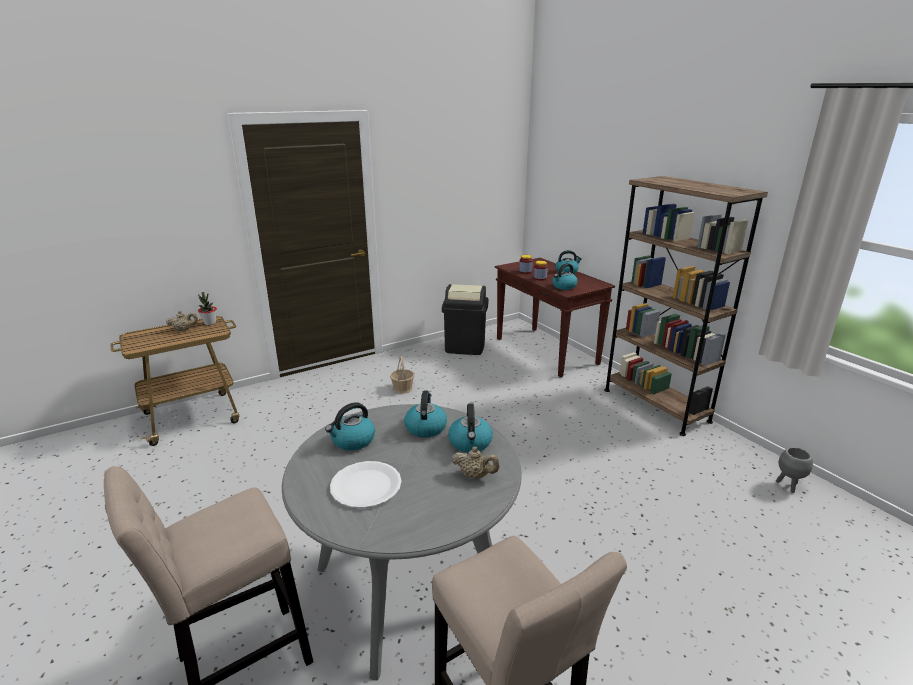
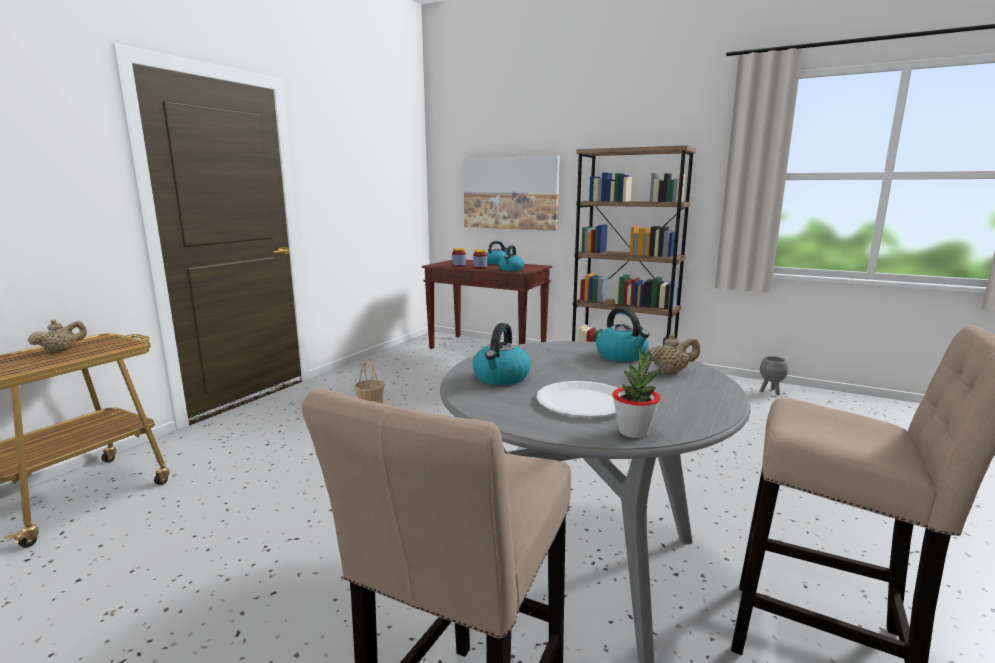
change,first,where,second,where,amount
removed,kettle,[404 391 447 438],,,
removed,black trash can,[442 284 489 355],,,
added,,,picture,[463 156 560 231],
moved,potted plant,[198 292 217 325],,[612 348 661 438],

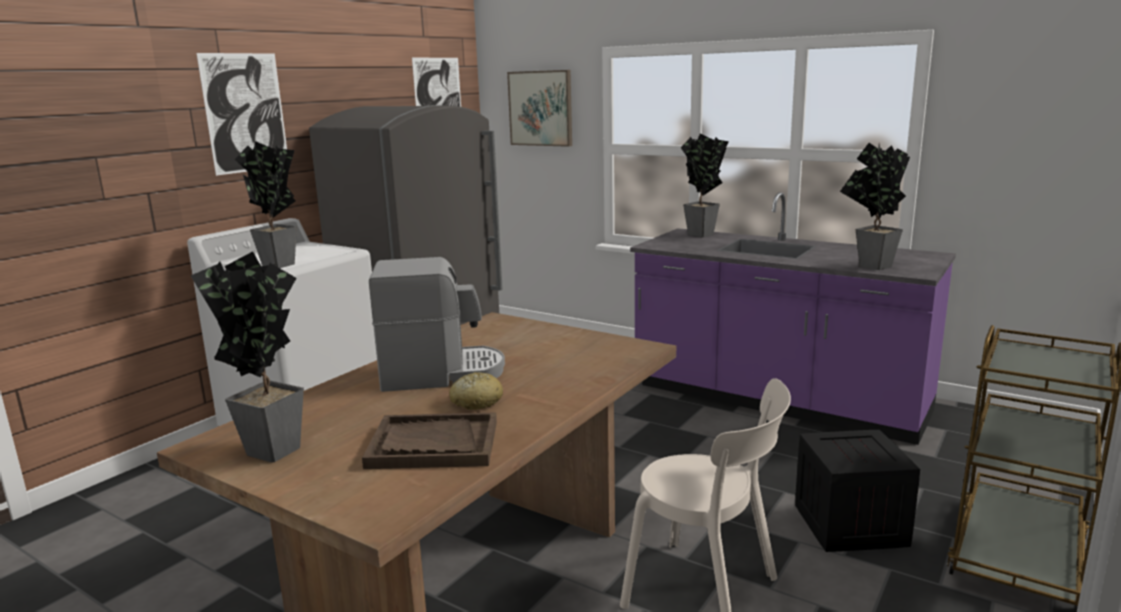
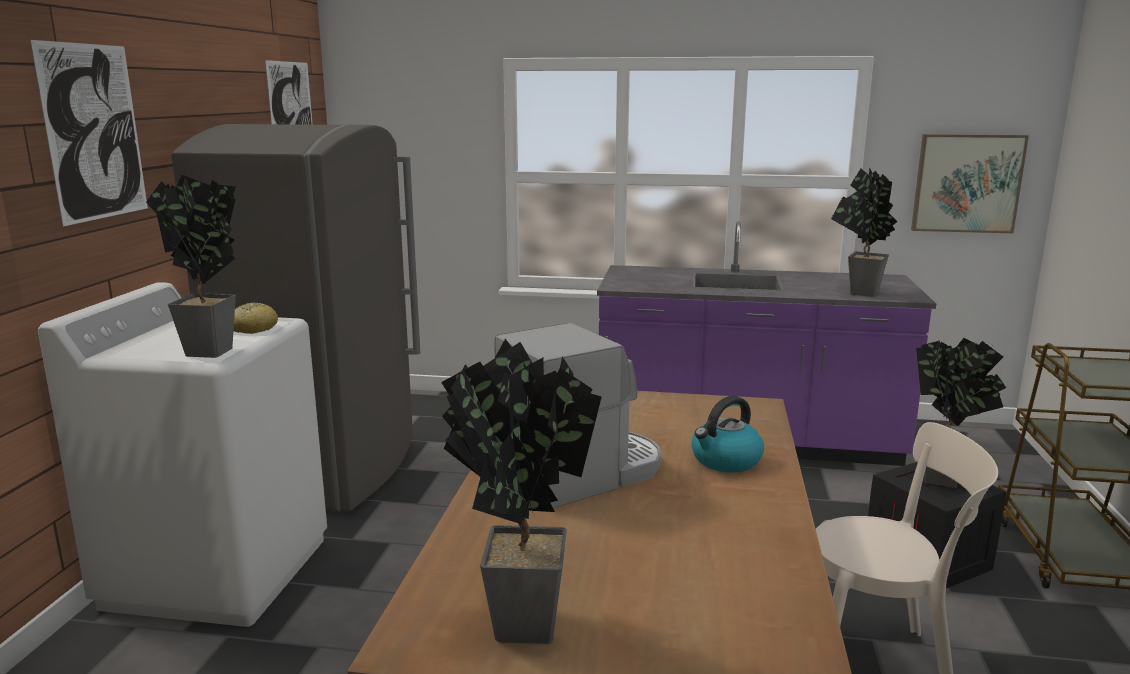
change,first,where,second,where,amount
removed,brown tray,[362 413 497 469],,,
added,,,kettle,[691 396 764 473],
moved,bread,[449 372 503 410],,[234 302 278 334],
moved,picture,[507 70 572 147],,[911 134 1029 233],
moved,potted plant,[681 134 729 237],,[916 338 1006 488],

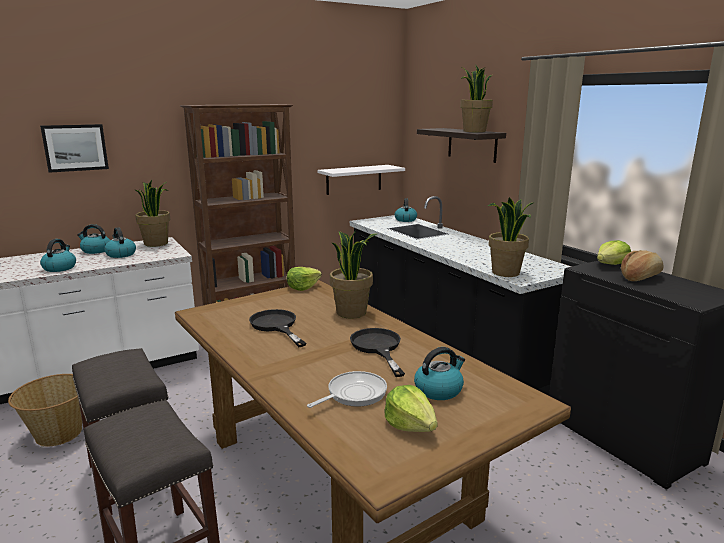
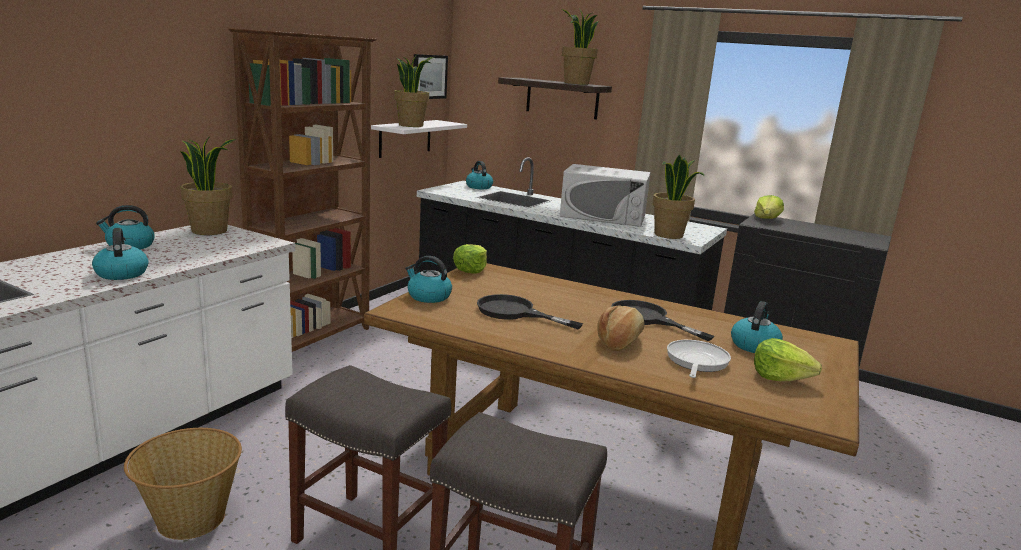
change,first,where,second,where,amount
added,,,white microwave,[560 164 651 227],
moved,picture,[40 124 109 173],,[413 54 448 99],
moved,kettle,[104 227 136 258],,[405 256 452 303],
moved,potted plant,[330 231 377 319],,[394 54 434 127],
moved,bread,[621 250 664 281],,[597 305 644 351],

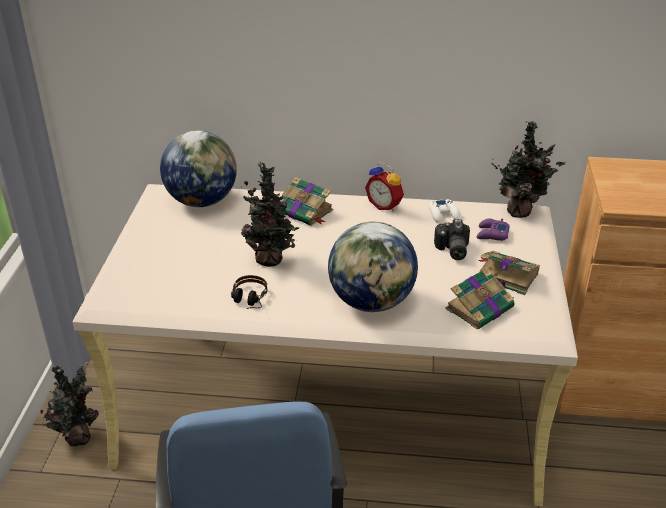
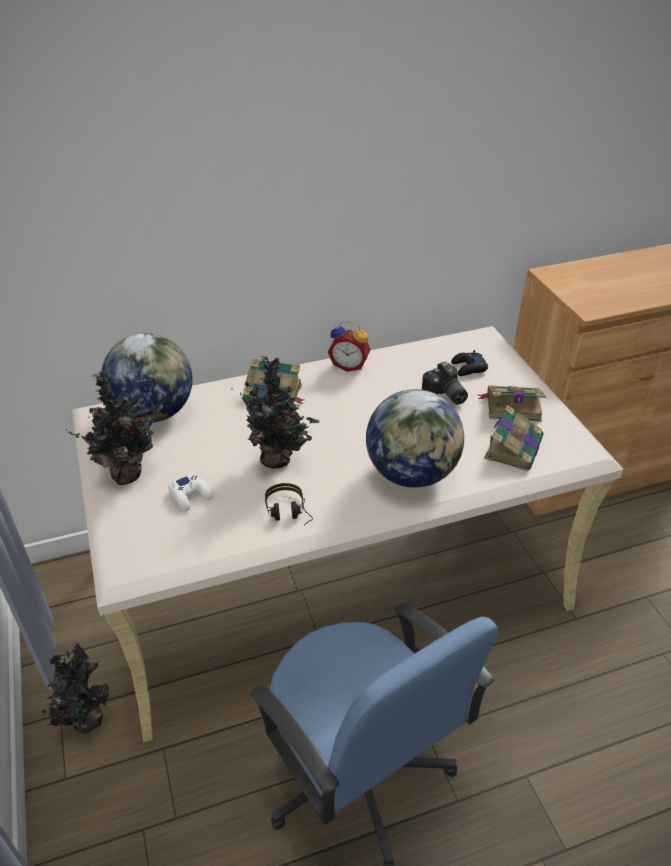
change,first,where,second,where,amount
moved,white game controller,[429 199 460 223],,[168 473 212 511],
moved,potted plant,[492 121 566 218],,[66 371 163 485],
recoloured,purple game controller,[477 219 510 241],black game controller,[451 350 488 376],

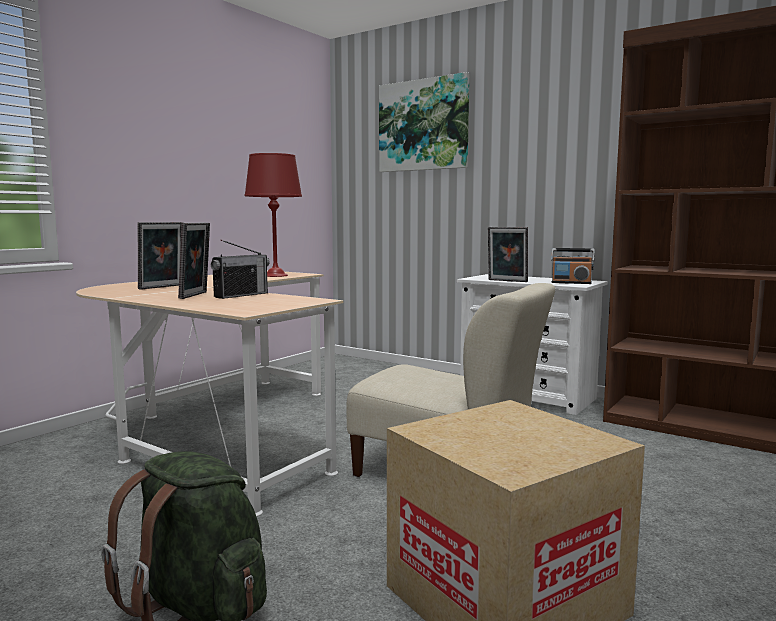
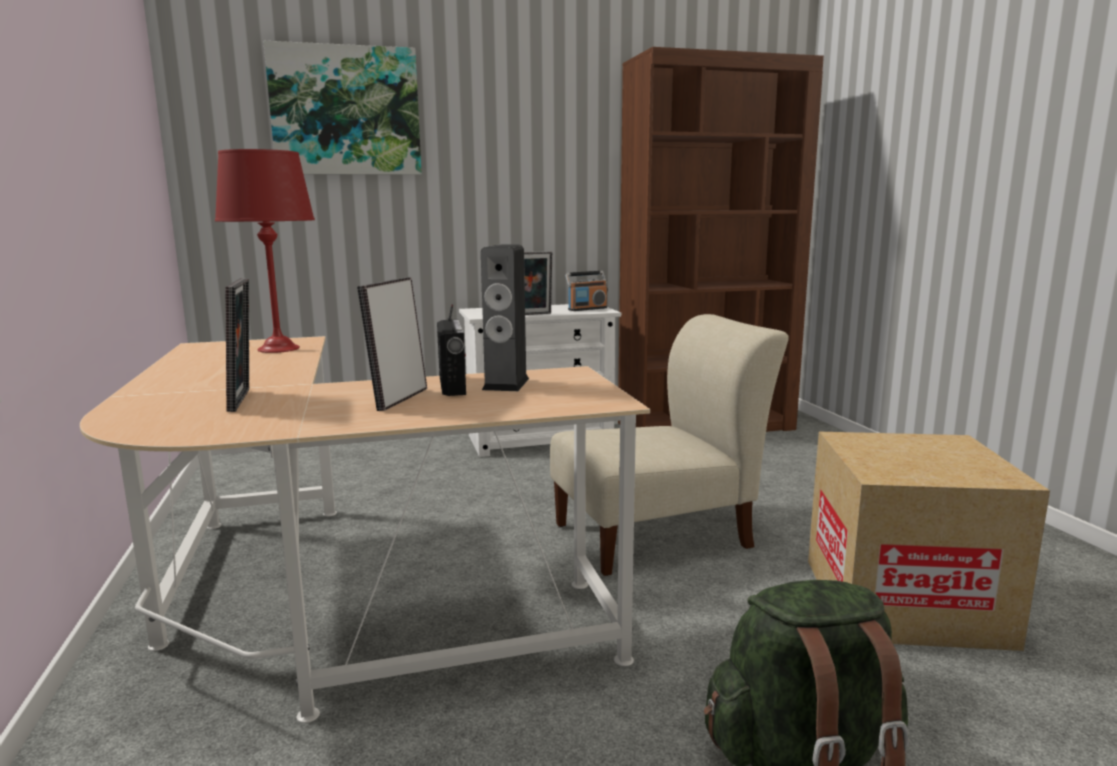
change,first,where,second,where,amount
added,,,speaker,[481 245 529 391],
turned,picture frame,[178 222 210 299],,[357 277 427 411],120 degrees counterclockwise

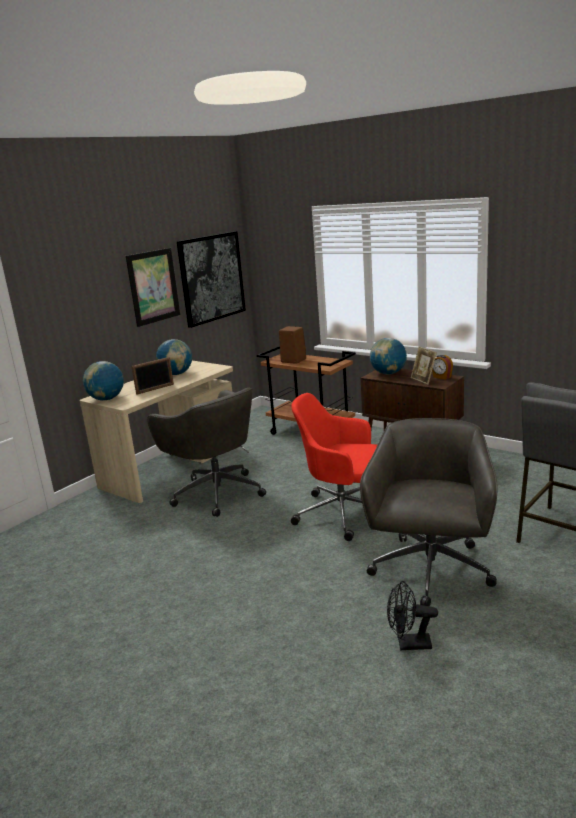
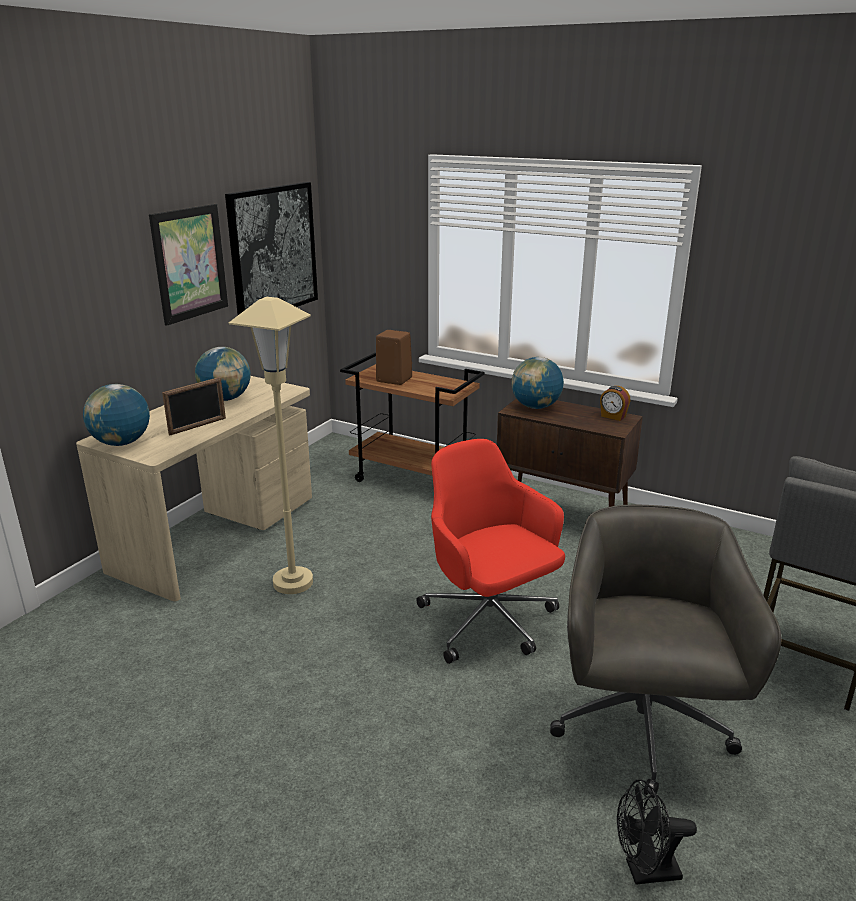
change,first,where,second,where,amount
removed,picture frame,[411 347 437 385],,,
replaced,grey office chair,[147 388 266 517],beige floor lamp,[229 297 313 594],
turned,red office chair,[291 393 377 541],,[416 439 565 664],45 degrees clockwise

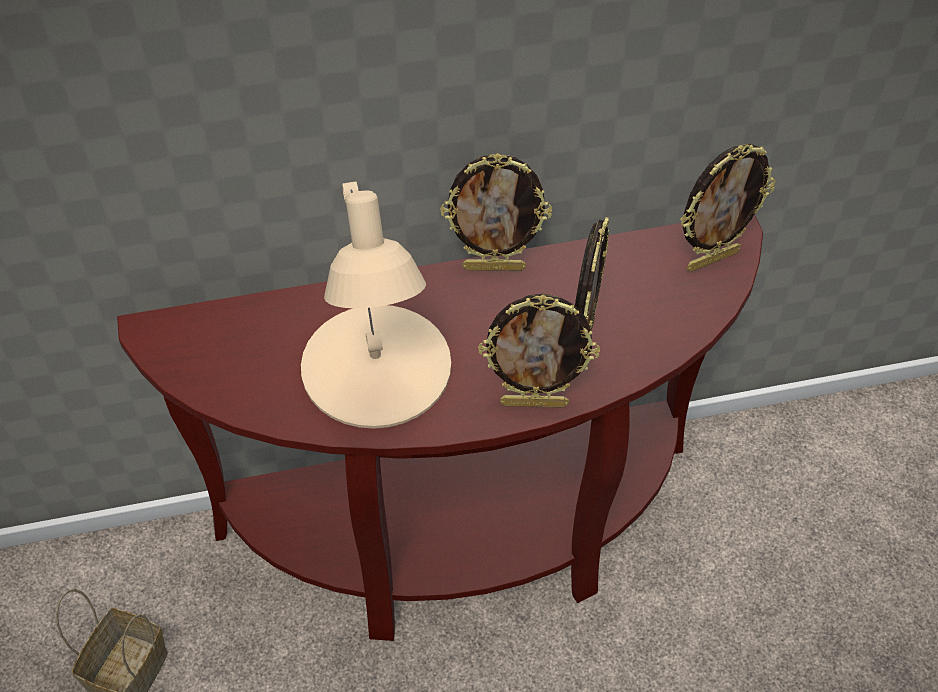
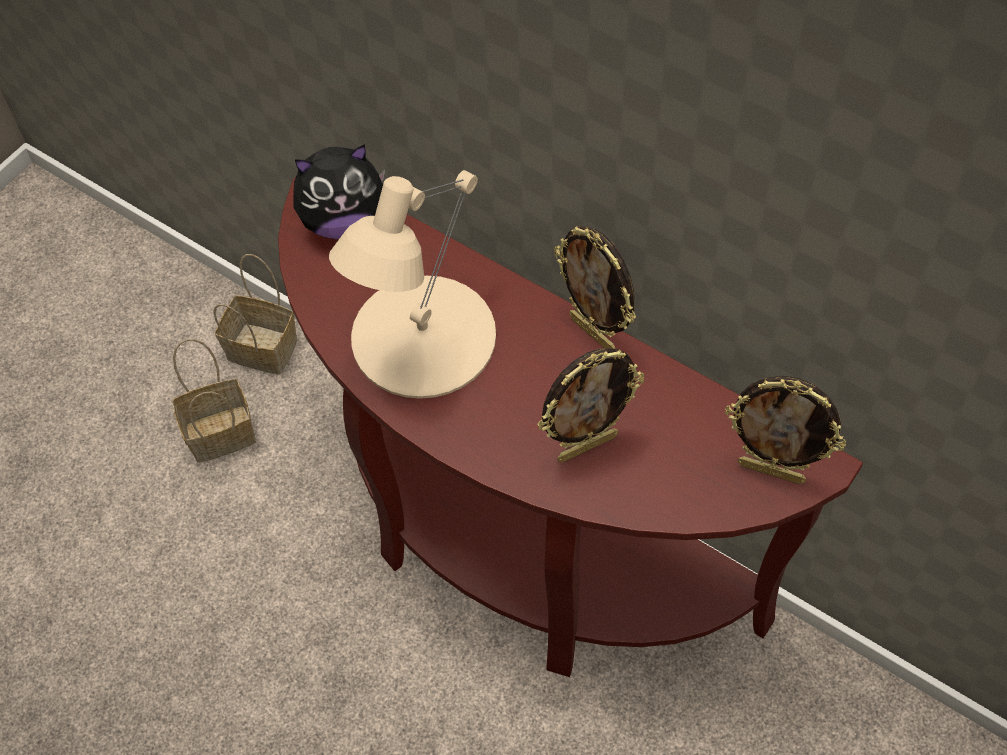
change,first,where,second,where,amount
removed,picture frame,[478 294 600 408],,,
added,,,basket,[213 254 298 374],
added,,,plush toy,[293 144 385 239],

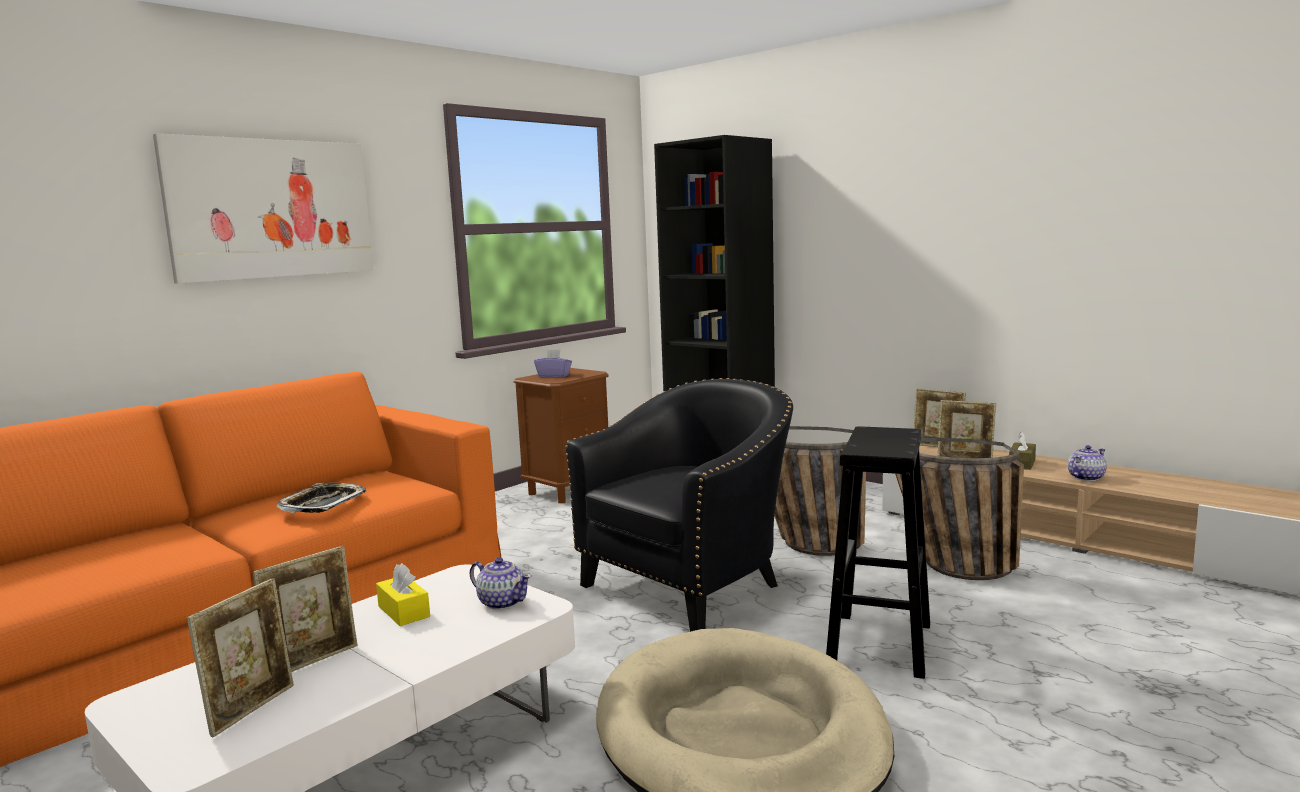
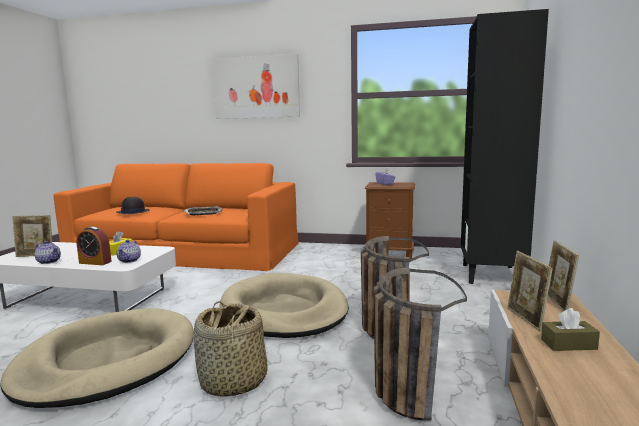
change,first,where,second,where,amount
removed,picture frame,[253 546 358 672],,,
added,,,alarm clock,[76 227 112 265],
added,,,black hat,[116 197 149 214],
moved,teapot,[1068 445 1107 481],,[35 241 61 264],
replaced,black armchair,[565 378 793 632],beige dog bed,[219 273 349 338],
replaced,black stool,[826 426 930 679],basket,[194 301 267 396],

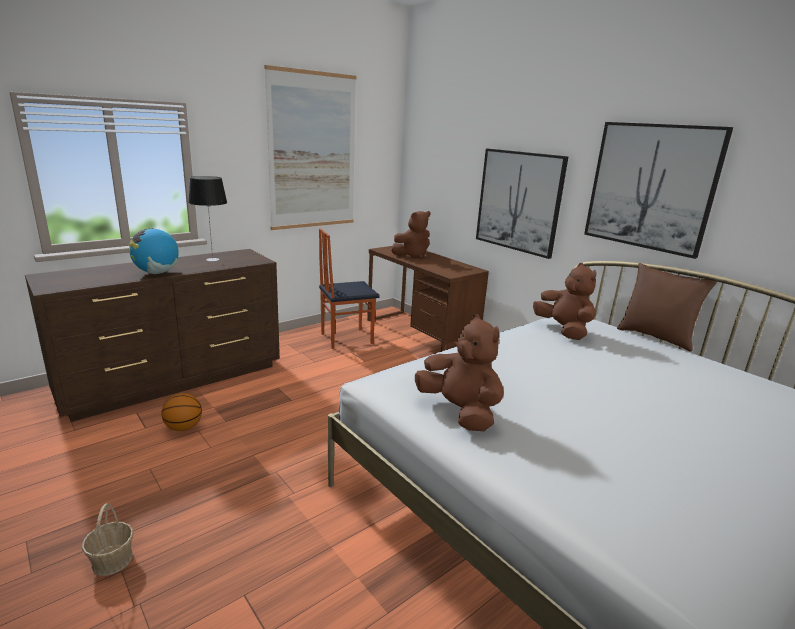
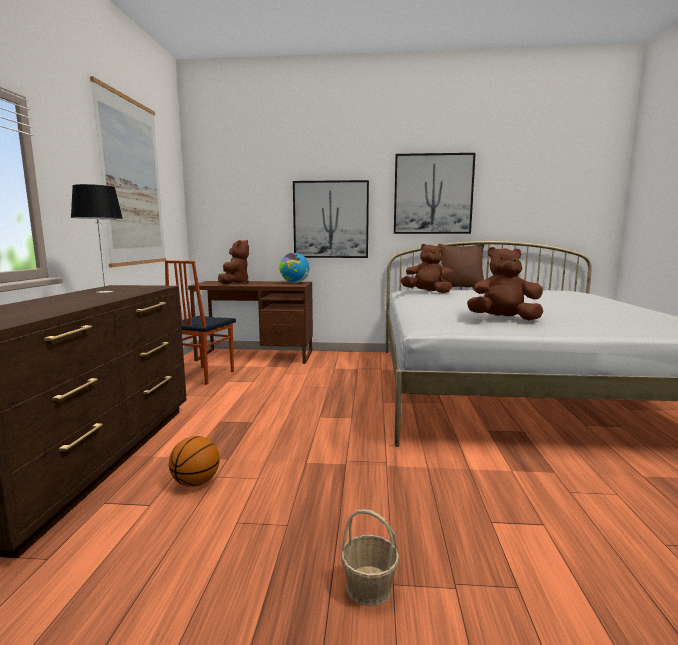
change,first,where,second,where,amount
moved,globe,[129 228 179 274],,[279 253 309 283],

